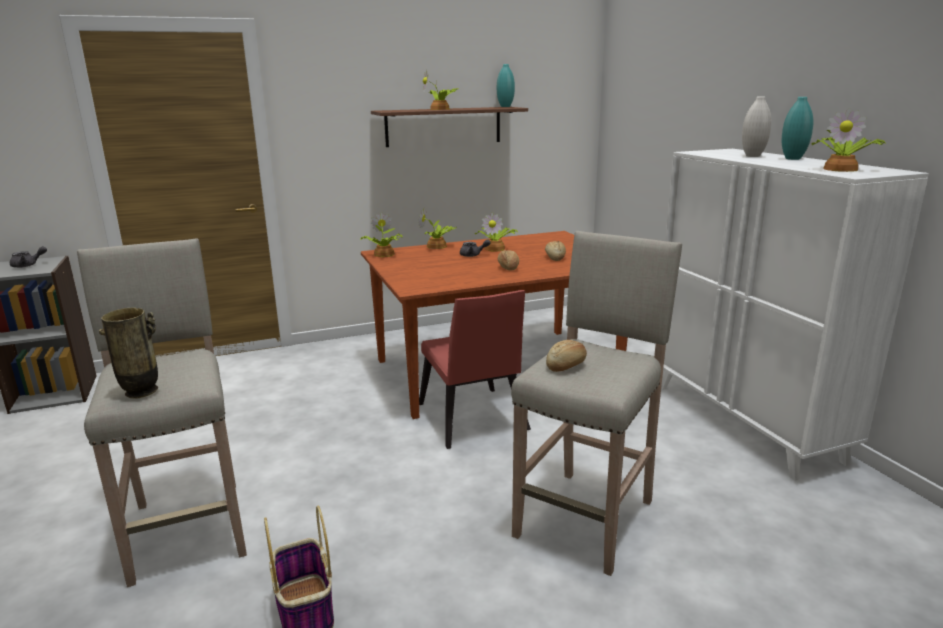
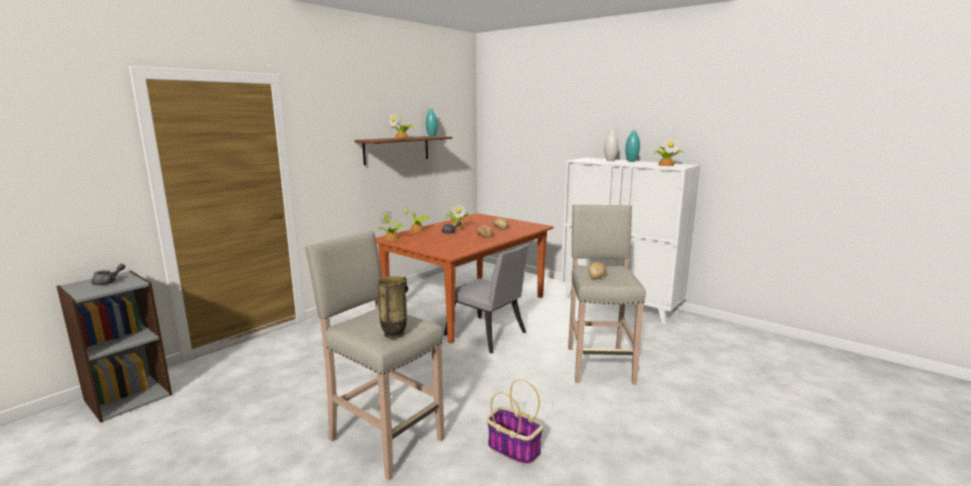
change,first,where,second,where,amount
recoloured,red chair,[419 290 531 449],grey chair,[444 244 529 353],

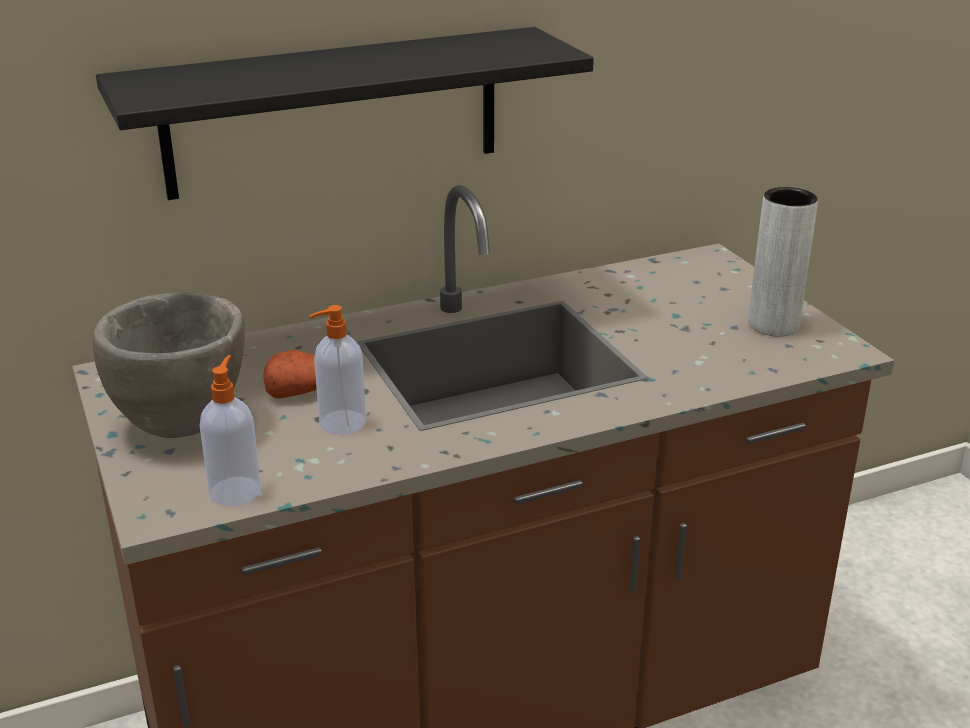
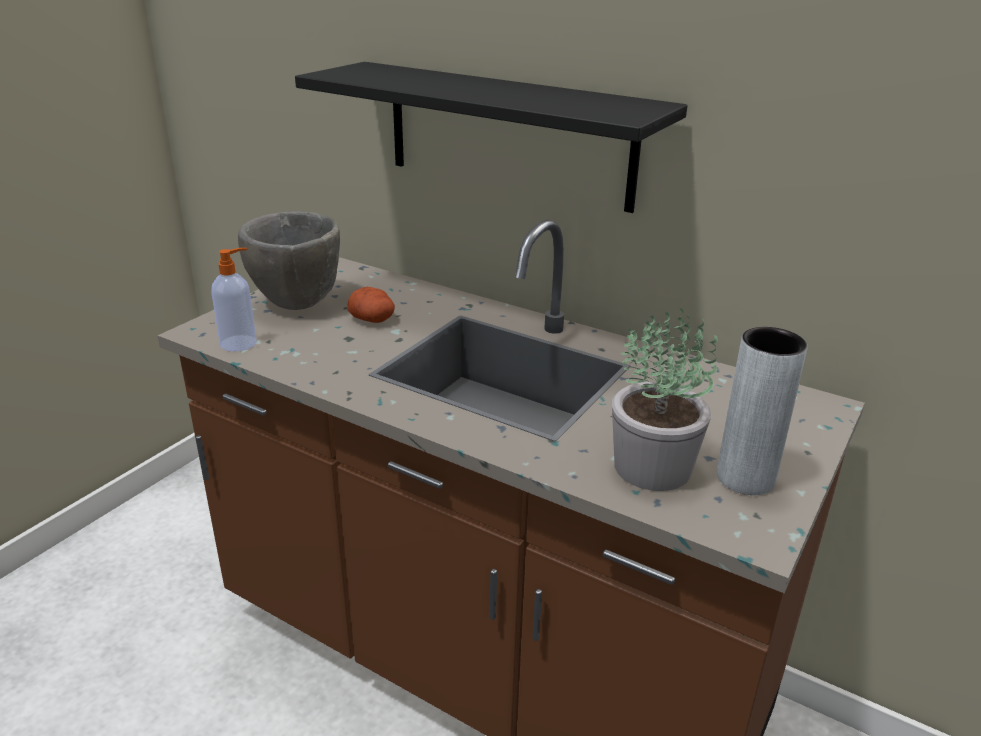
change,first,where,second,where,amount
removed,soap dispenser,[309 305 366 434],,,
added,,,potted plant,[612 308 718 491],

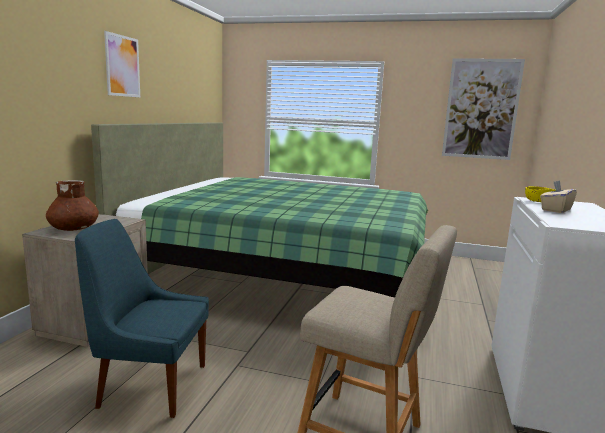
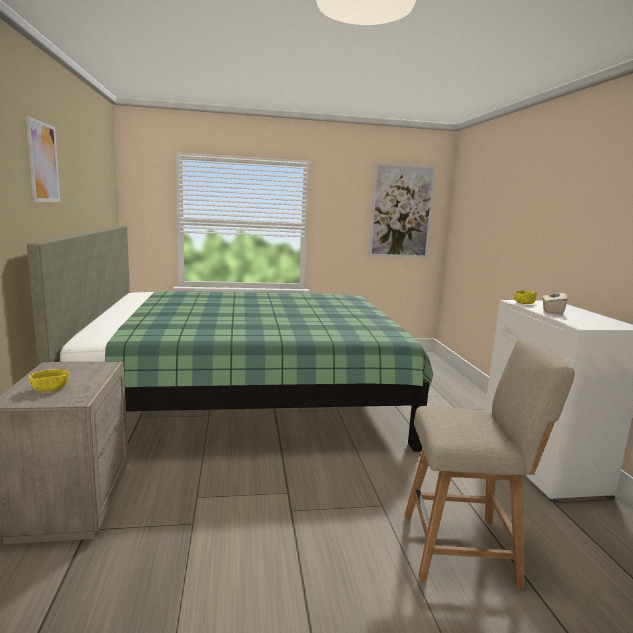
change,first,where,second,where,amount
removed,blue chair,[75 219 209 418],,,
replaced,brown vase,[46 180 99 231],yellow bowl,[29 369 69 392],

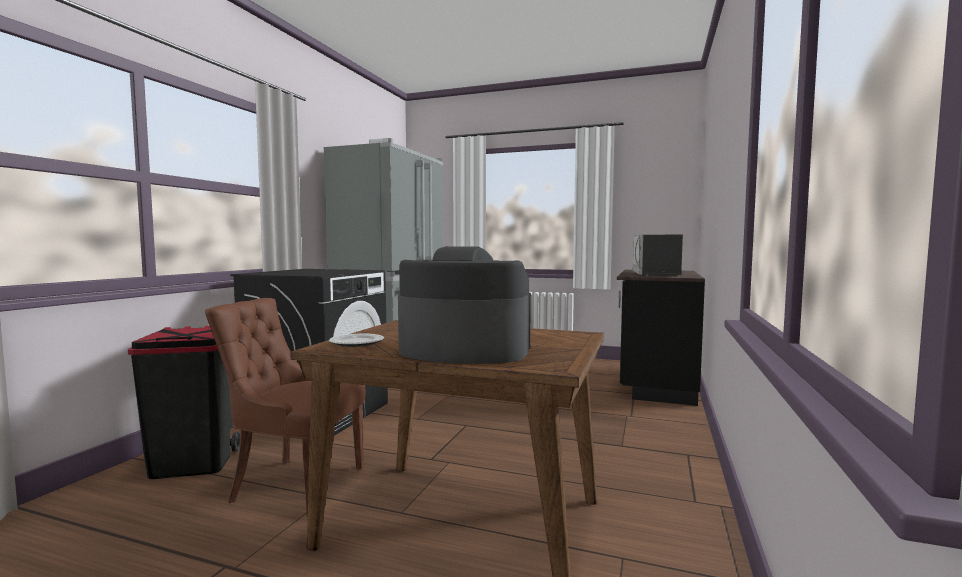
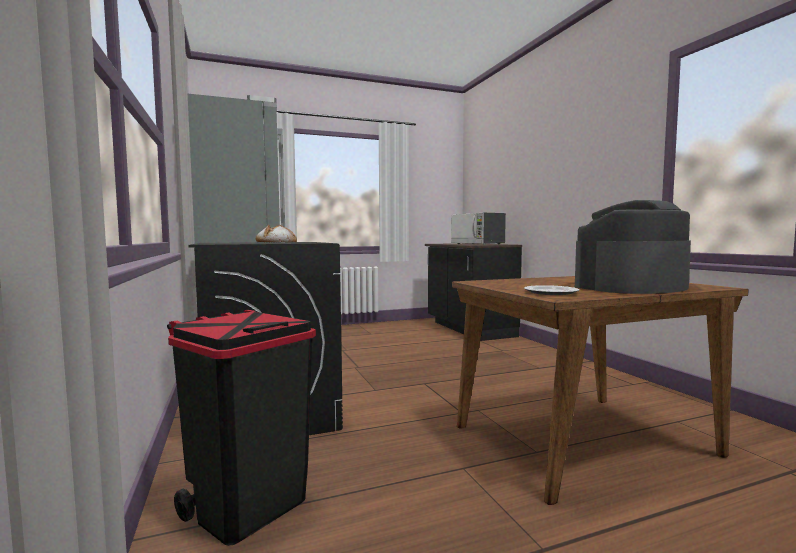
change,first,where,second,where,amount
removed,brown chair,[205 298 366 516],,,
added,,,bread,[256 225 297 242],

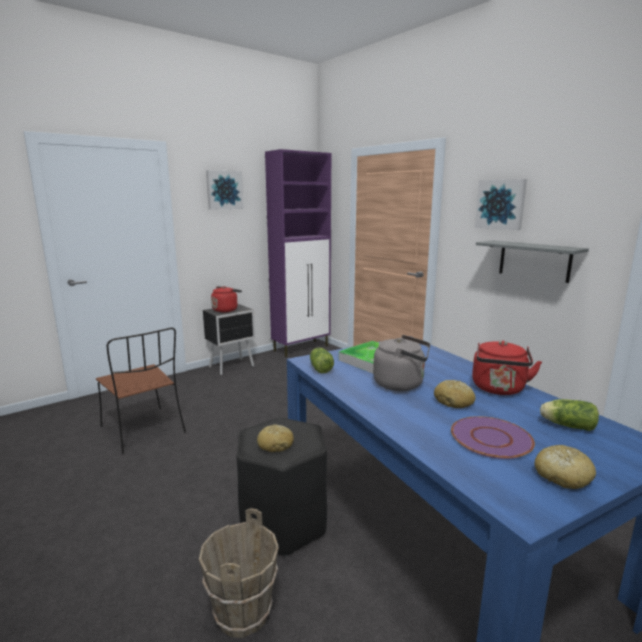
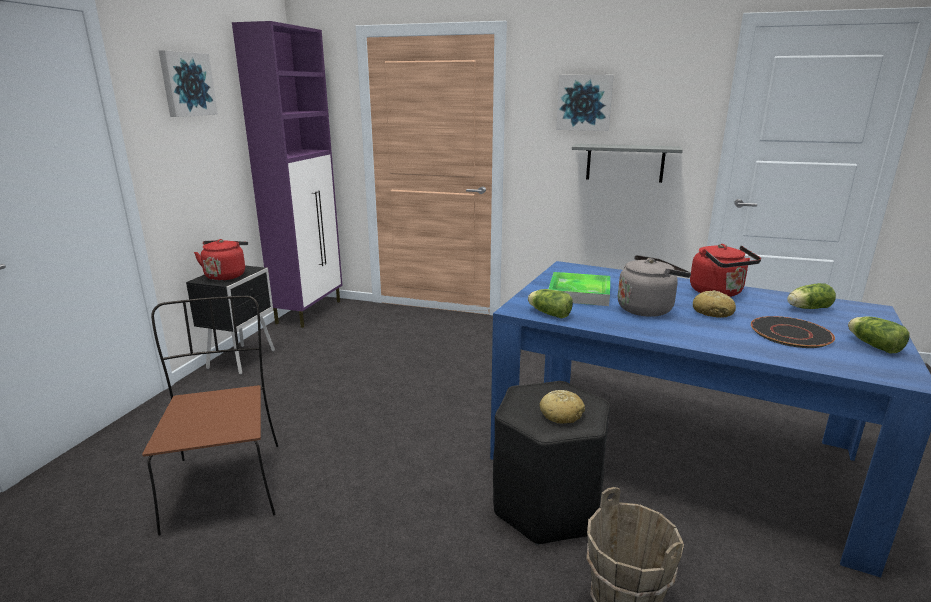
change,first,where,second,where,amount
replaced,bread,[534 445 596 489],lettuce,[848 316 910 354],
recoloured,purple plate,[451 416 535 459],black plate,[751 316 835 348],
turned,brown chair,[96 328 186 454],,[142 296 278 536],120 degrees counterclockwise

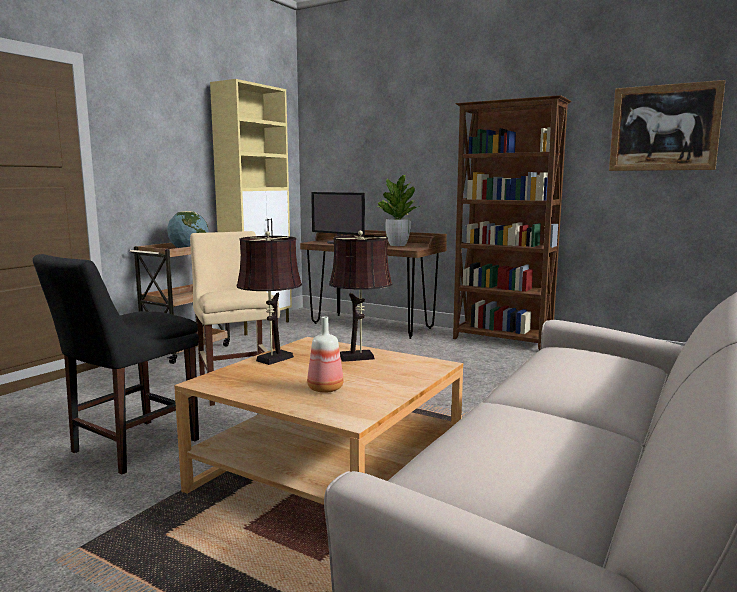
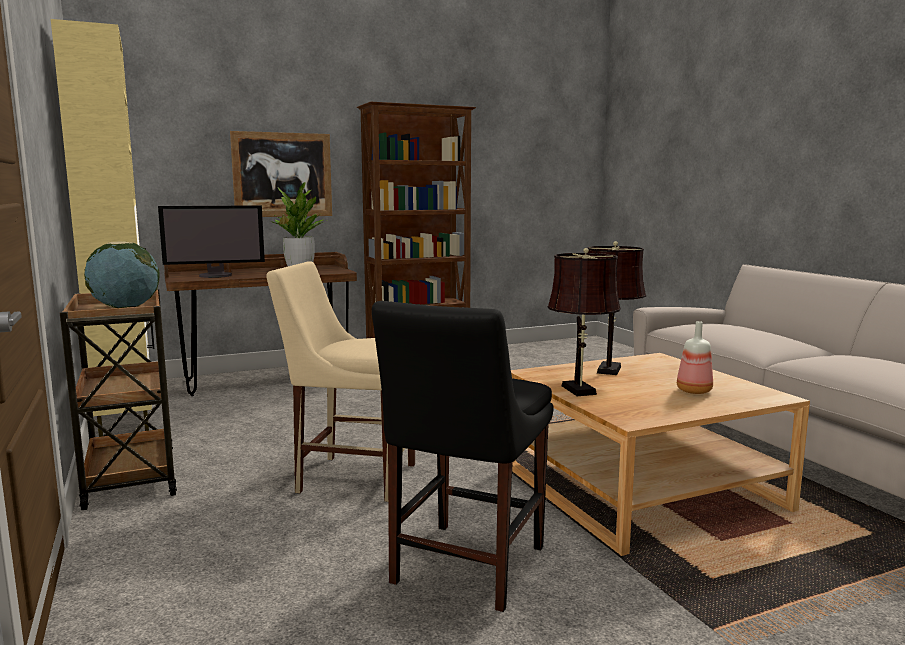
change,first,where,second,where,amount
moved,picture,[609 80 726 171],,[230 131 332 217],
turned,black chair,[33 254 199 475],,[372 301 554 612],45 degrees clockwise

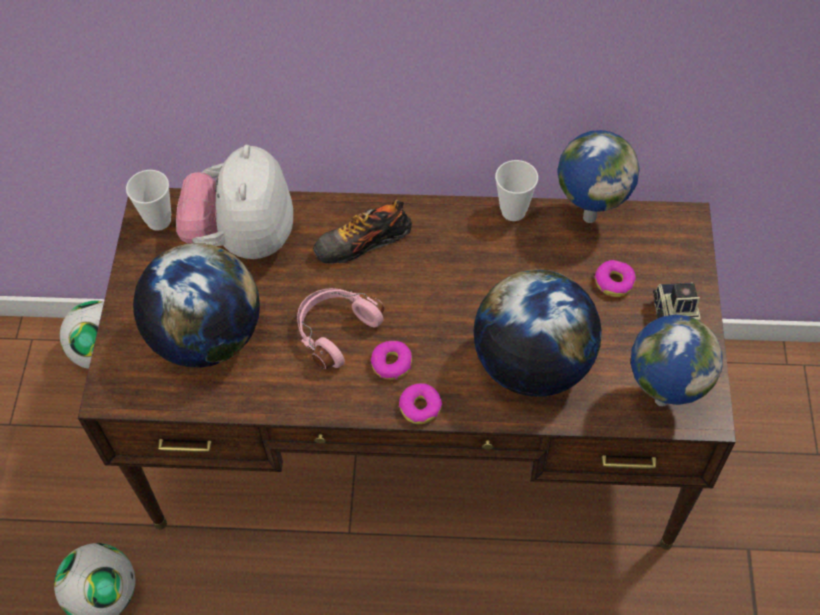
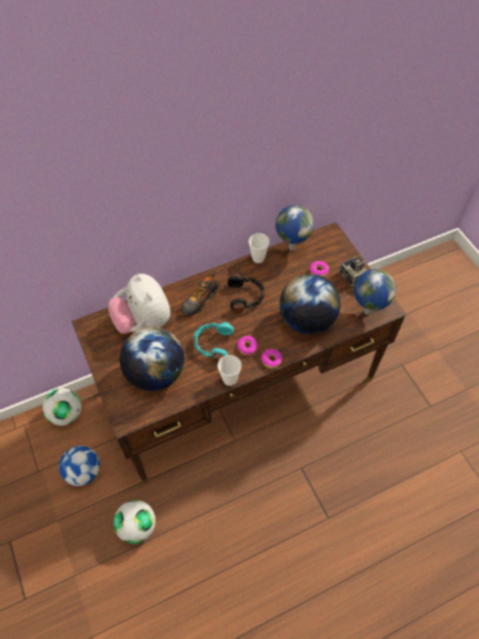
change,first,where,second,where,amount
added,,,football,[59 446 100 486],
added,,,black headphones,[227 274 265 313],
moved,cup,[126 170 171 231],,[218 355 242 386],
recoloured,pink headphones,[297 288 384 369],turquoise headphones,[194 321 234 363],

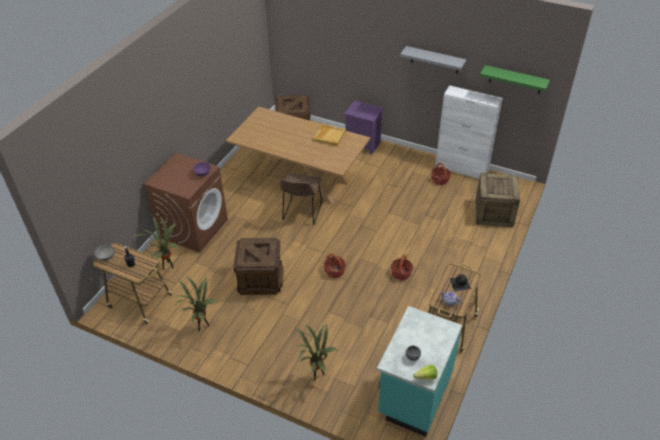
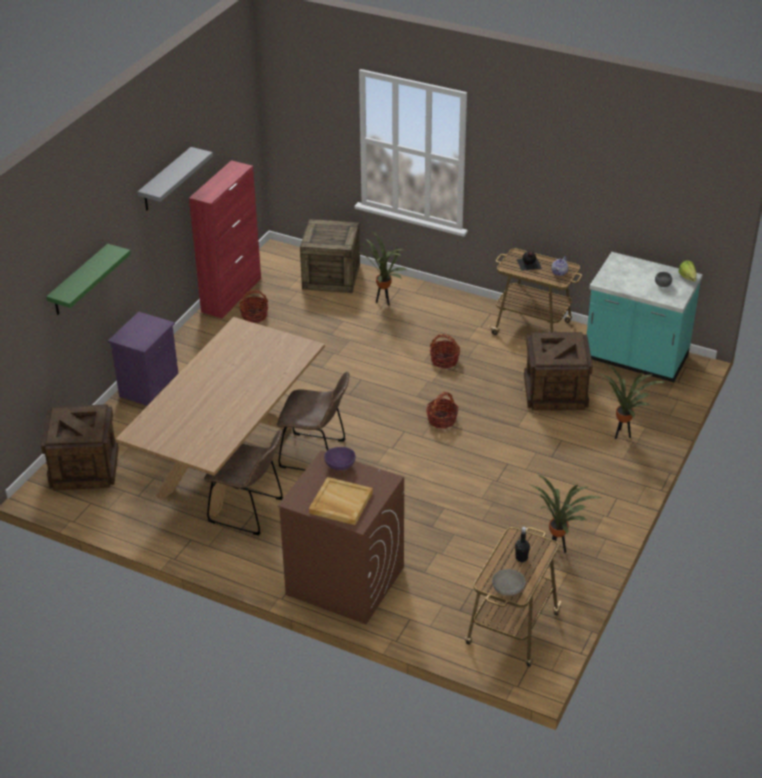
change,first,where,second,where,amount
added,,,brown chair,[204 430 283 535],
moved,potted plant,[133 216 179 270],,[358 232 408 305],
moved,crate,[233 238 284 295],,[524 332 593 410],
moved,beige tray,[313 124 346 146],,[309 477 373 525],
moved,green shelf,[480 65 550 94],,[46 244 131 315],
recoloured,white cabinet,[435 85 503 179],red cabinet,[189 160 261 318],

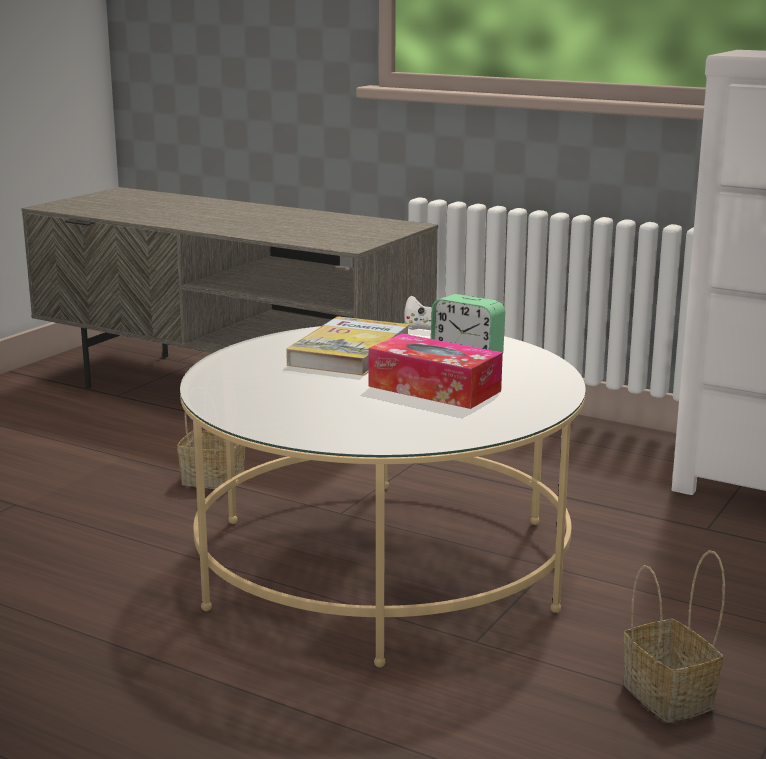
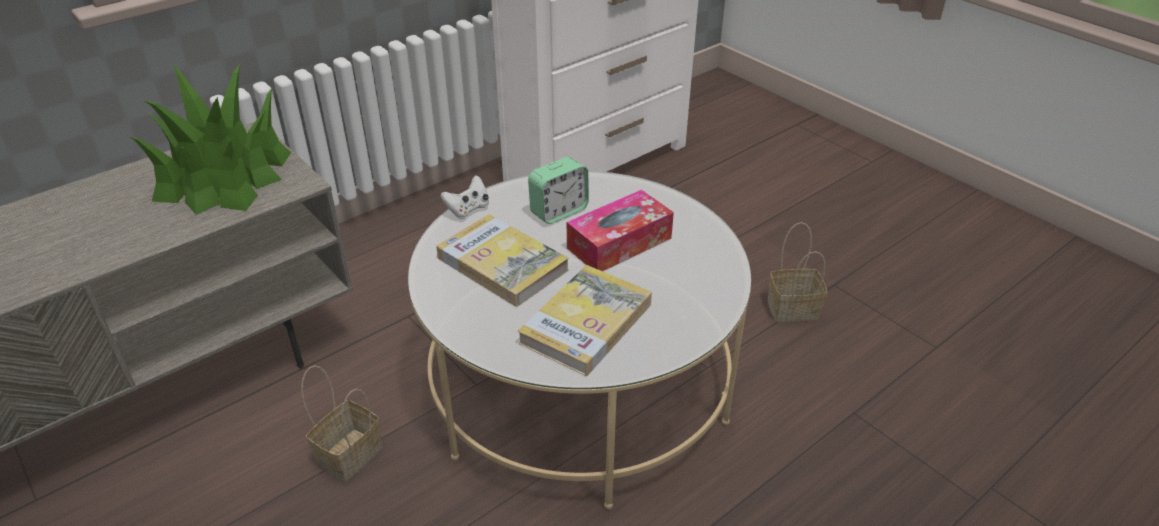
change,first,where,second,where,amount
added,,,potted plant,[130 63 291 214],
added,,,book,[517 265 652 376],

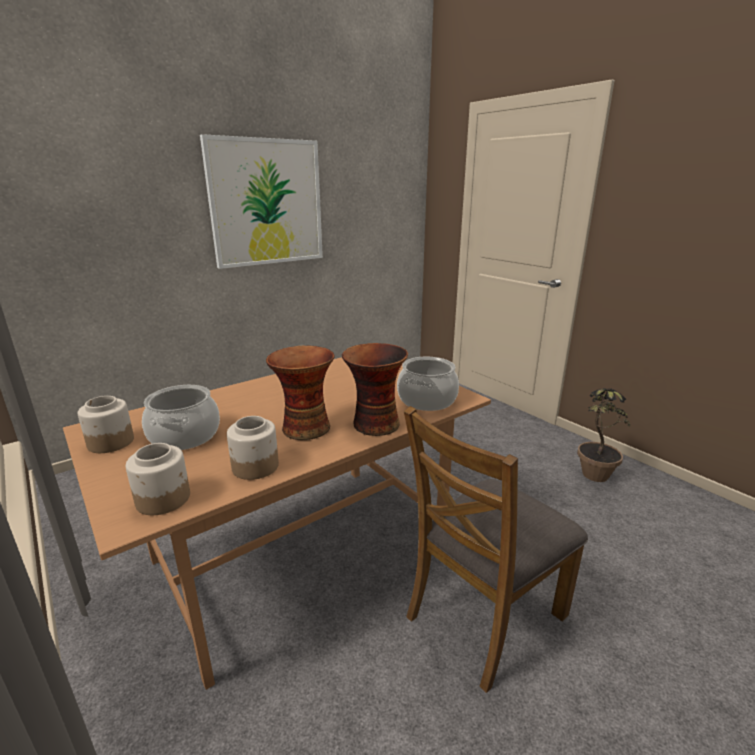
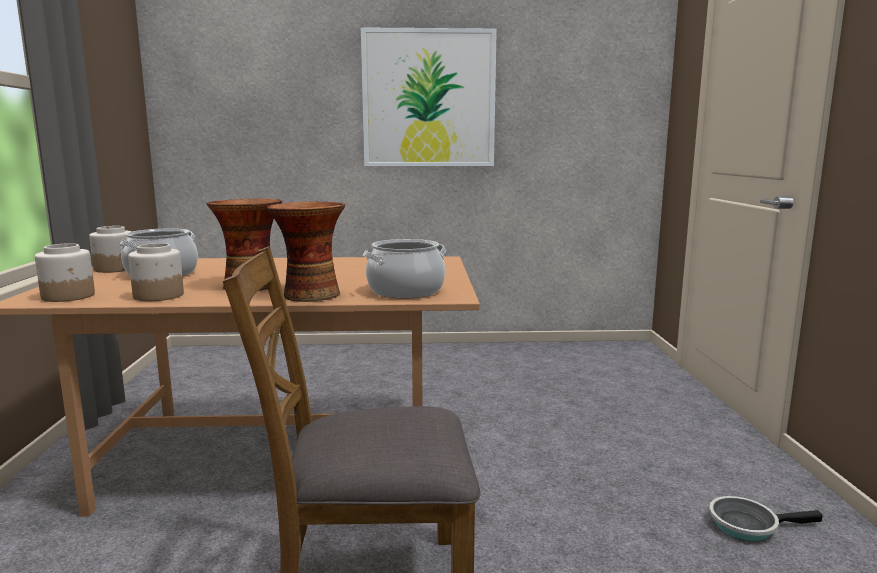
change,first,where,second,where,amount
replaced,potted plant,[577 388 630 482],frying pan,[709 496 823 542],

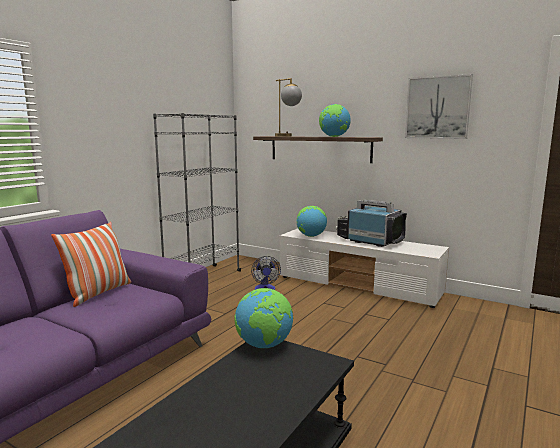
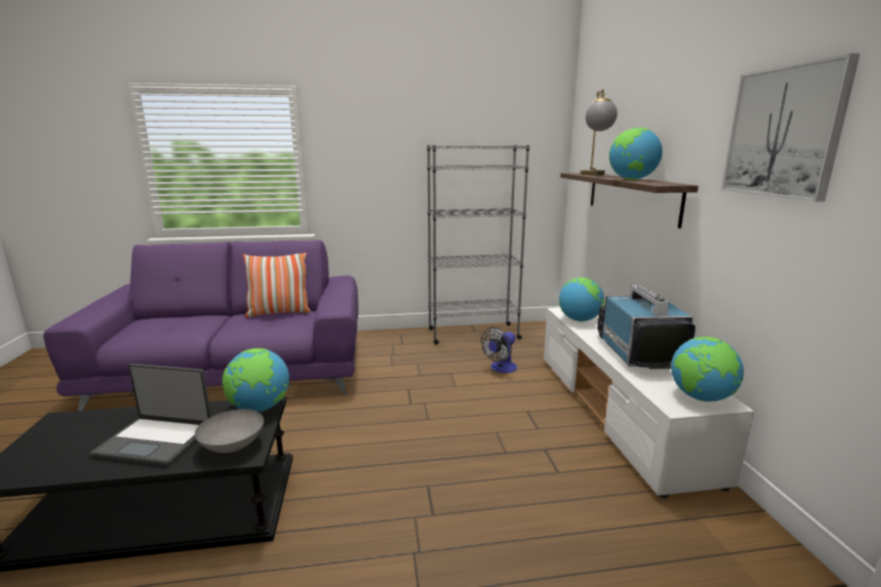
change,first,where,second,where,amount
added,,,laptop,[90 364 211 466],
added,,,grey bowl,[195 409 264 453],
added,,,globe,[671 337 744 402],

